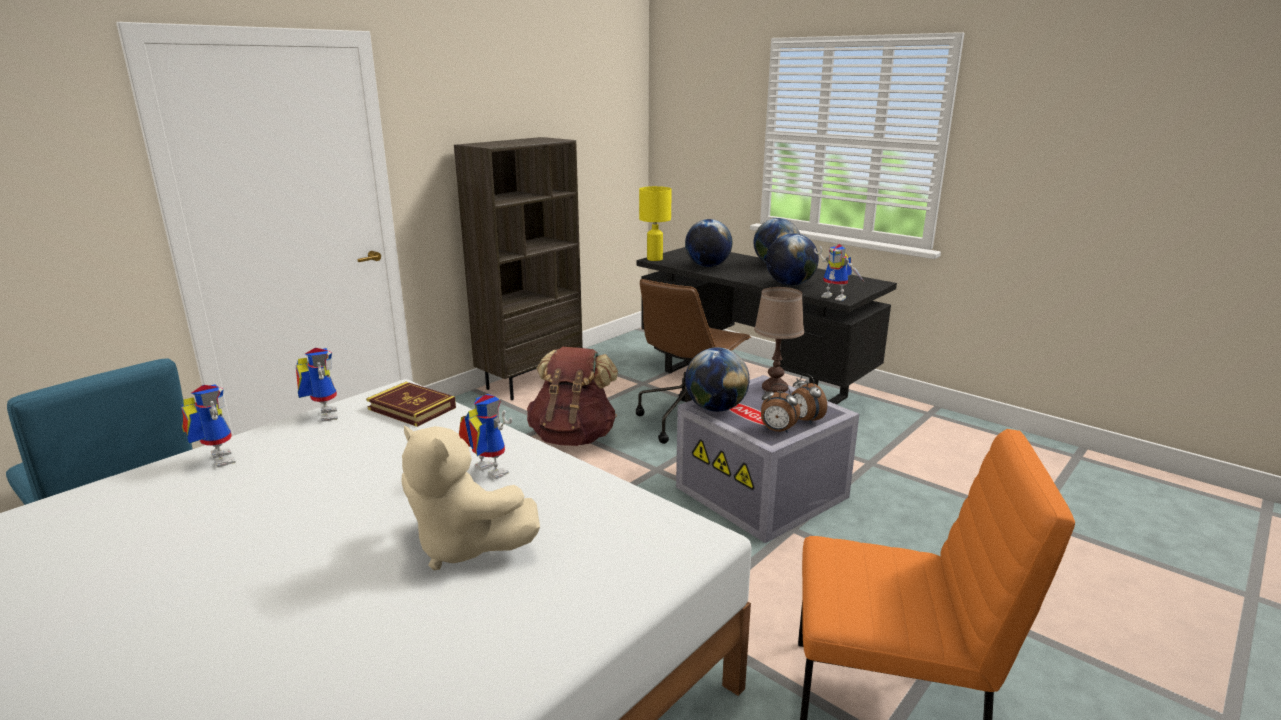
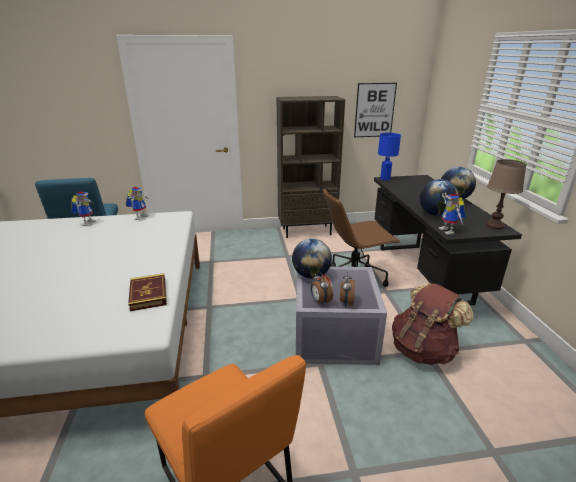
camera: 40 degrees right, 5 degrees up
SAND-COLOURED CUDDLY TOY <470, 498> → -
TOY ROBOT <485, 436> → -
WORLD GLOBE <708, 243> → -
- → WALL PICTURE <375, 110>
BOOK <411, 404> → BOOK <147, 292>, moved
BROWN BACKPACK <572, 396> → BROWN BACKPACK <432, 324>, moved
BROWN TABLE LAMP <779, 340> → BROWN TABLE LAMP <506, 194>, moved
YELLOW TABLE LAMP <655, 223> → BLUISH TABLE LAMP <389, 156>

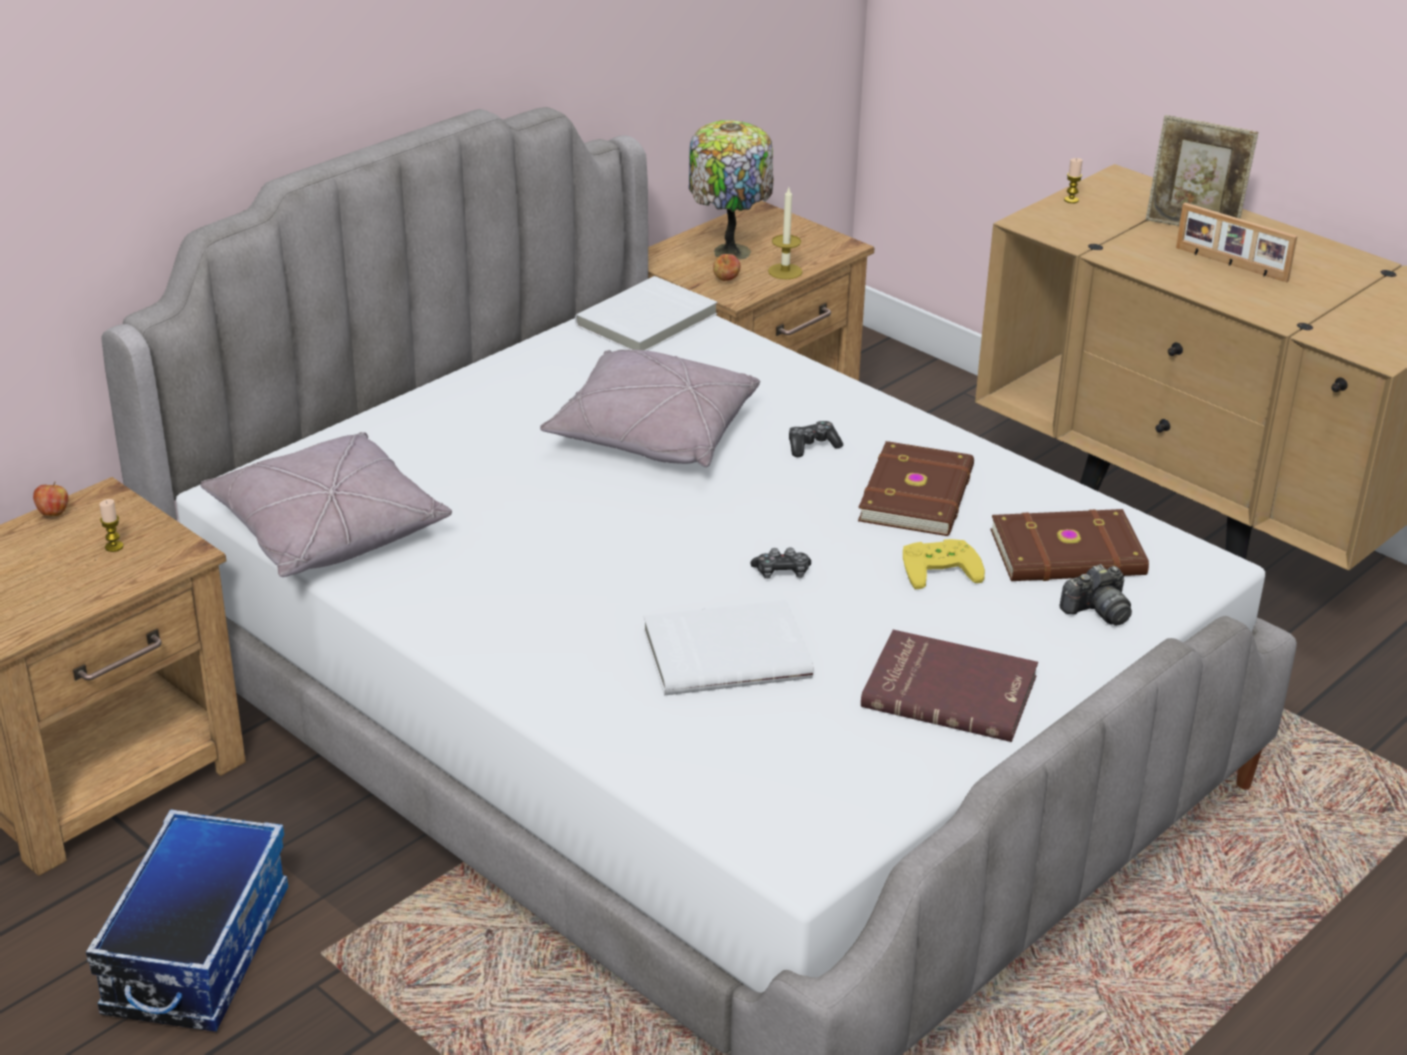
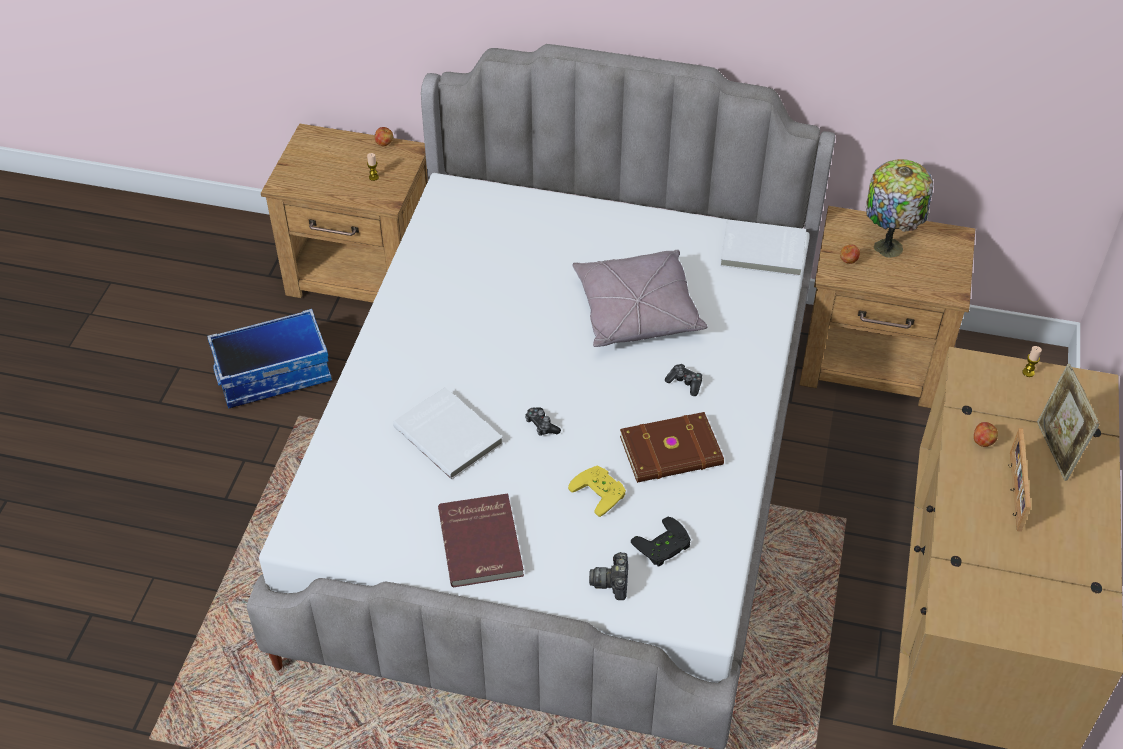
camera: 60 degrees right, 15 degrees up
PURPLE THROW PILLOW <326, 504> → -
CANDLE <785, 233> → -
- → APPLE <986, 434>
BROWN BOOK <1069, 545> → BLACK GAMEPAD <661, 542>
STILL CAMERA <1096, 595> → STILL CAMERA <608, 576>, 60 degrees clockwise

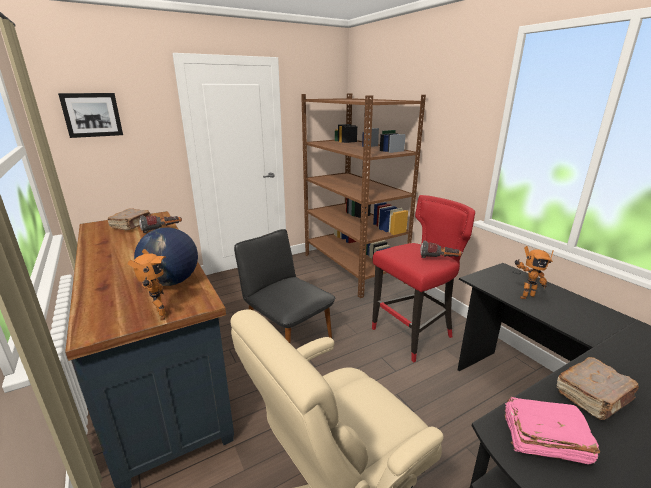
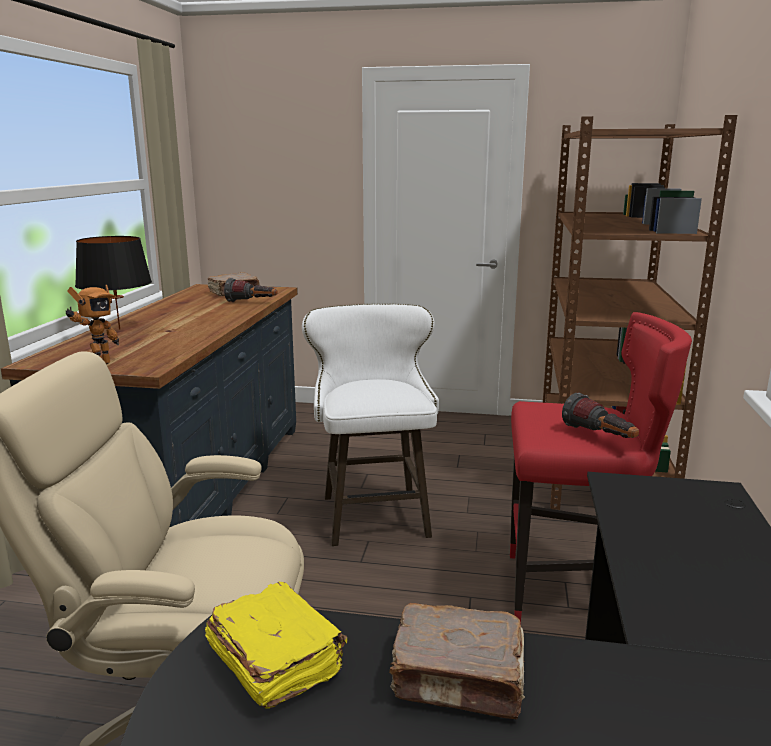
camera: 40 degrees right, 5 degrees down
WALL PICTURE <90, 115> → -
WORLD GLOBE <166, 256> → -
TOY ROBOT <534, 272> → -
- → BLACK TABLE LAMP <113, 283>
BLACK PLAIN CHAIR <284, 286> → WHITE-COLOURED STOOL SEAT <370, 425>
PINKISH BOOK <552, 430> → YELLOW BOOK <276, 645>

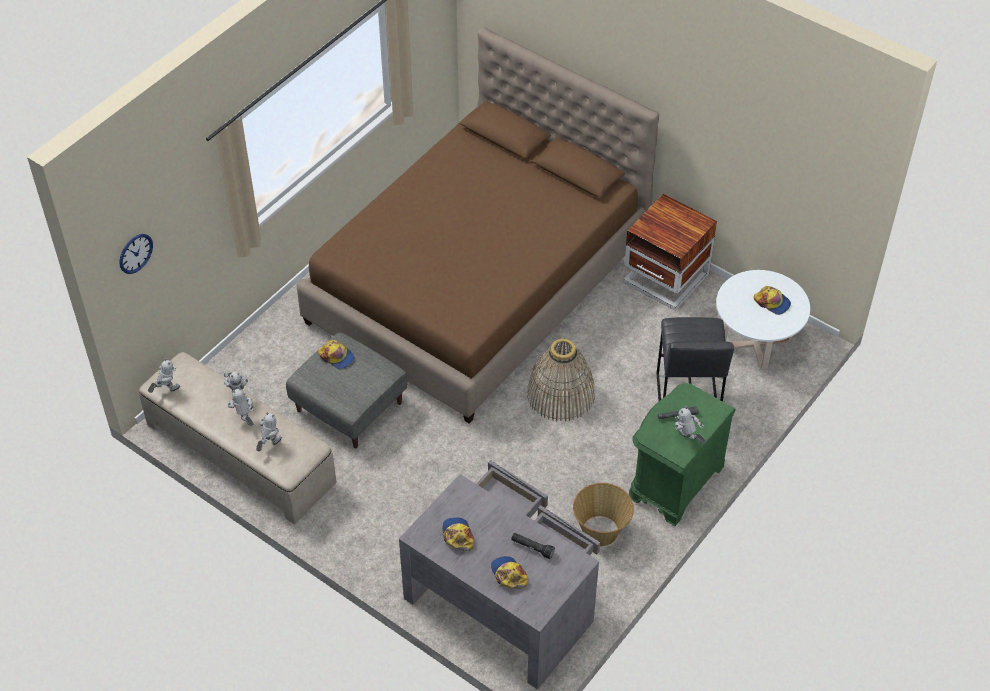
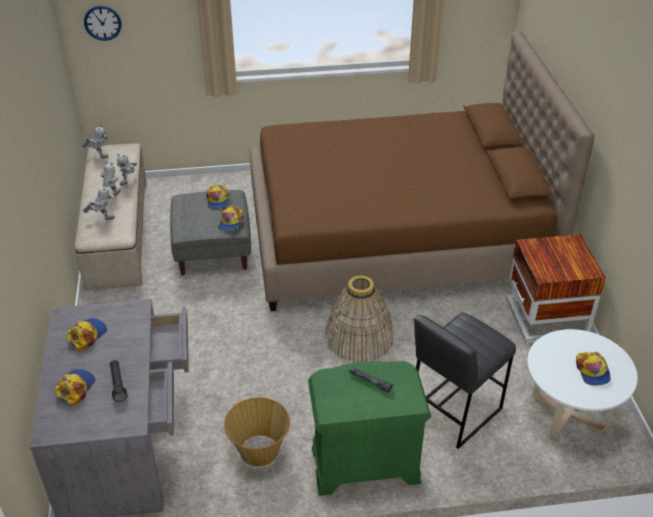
camera: 45 degrees right, 10 degrees down
TOY ROBOT <690, 424> → -
- → PEAKED CAP <231, 218>

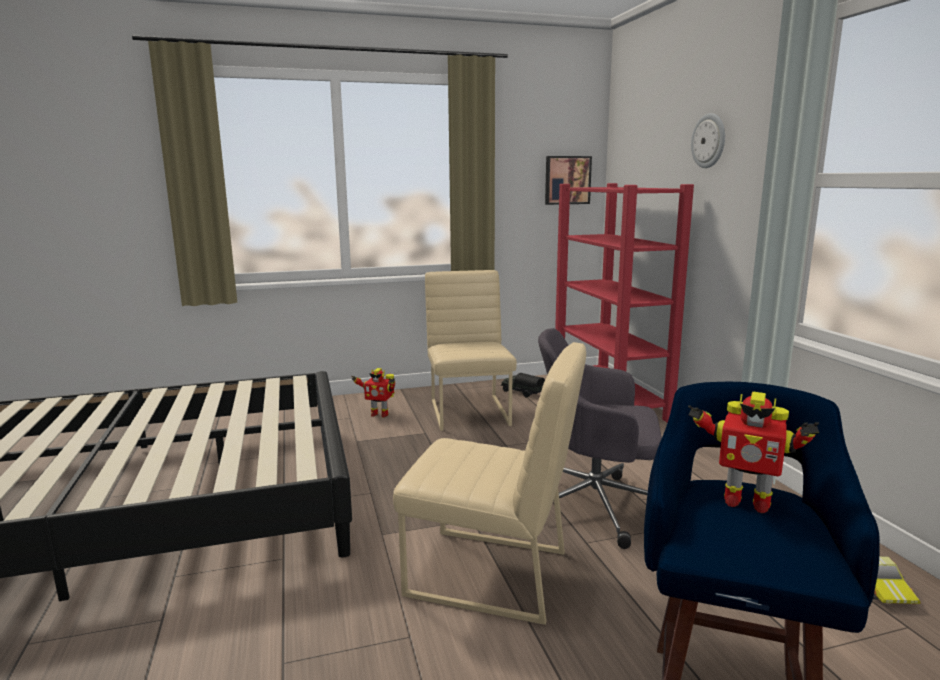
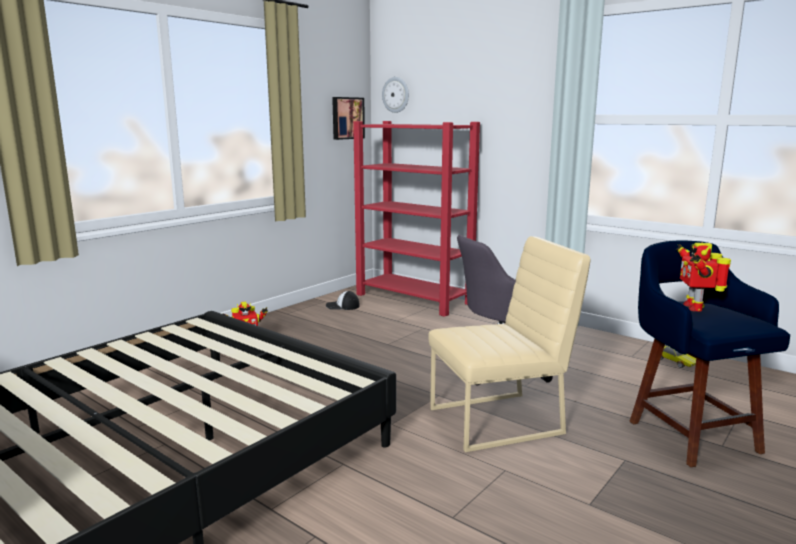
camera: 35 degrees left, 0 degrees up
SAND-COLOURED PLAIN CHAIR <471, 350> → -
CLOCK ON THE WALL <708, 140> → CLOCK ON THE WALL <395, 95>, moved
TOY LORRY <523, 385> → PEAKED CAP <343, 300>
TOY ROBOT <753, 452> → TOY ROBOT <703, 277>, 105 degrees clockwise

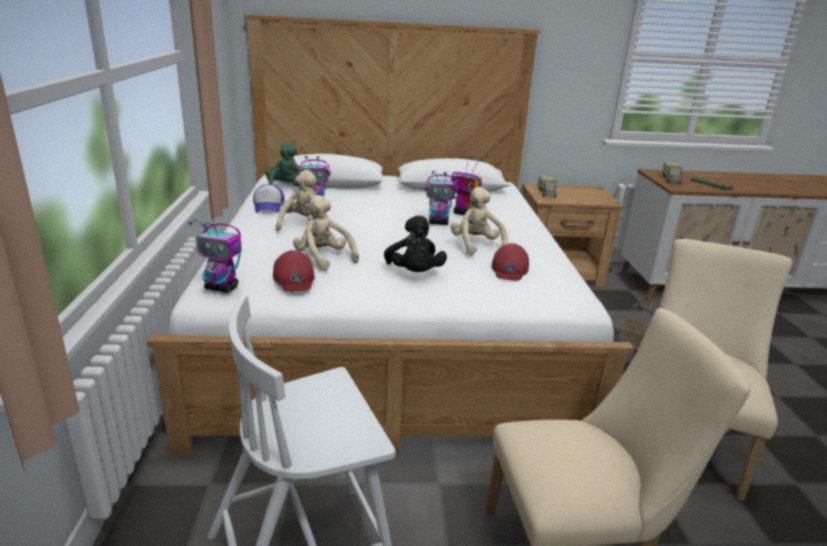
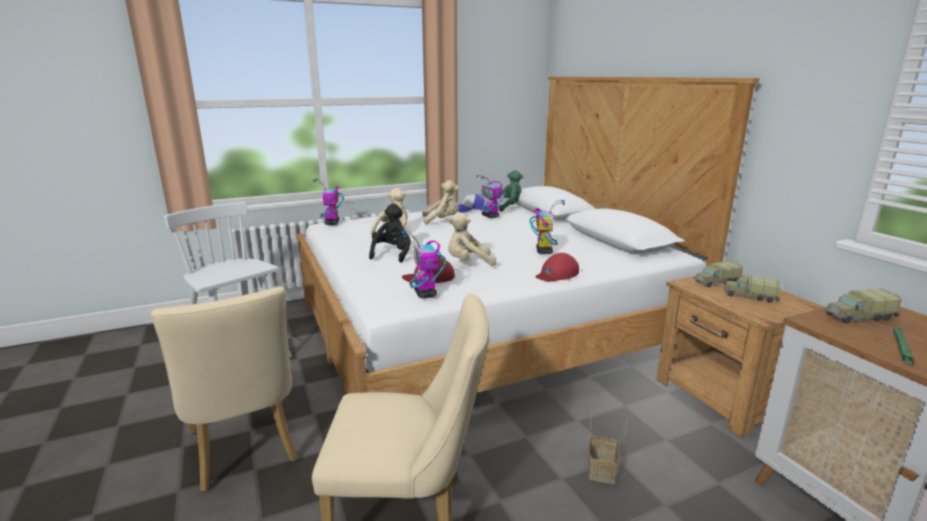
camera: 70 degrees right, 5 degrees down
- → TOY LORRY <752, 289>
RED-COLOURED PEAKED CAP <294, 271> → RED-COLOURED PEAKED CAP <557, 267>, moved
TOY ROBOT <441, 198> → TOY ROBOT <423, 264>, moved
BLACK CUDDLY TOY <415, 244> → BLACK CUDDLY TOY <390, 233>, 135 degrees clockwise
SAND-COLOURED CUDDLY TOY <479, 221> → SAND-COLOURED CUDDLY TOY <472, 239>, 150 degrees counterclockwise

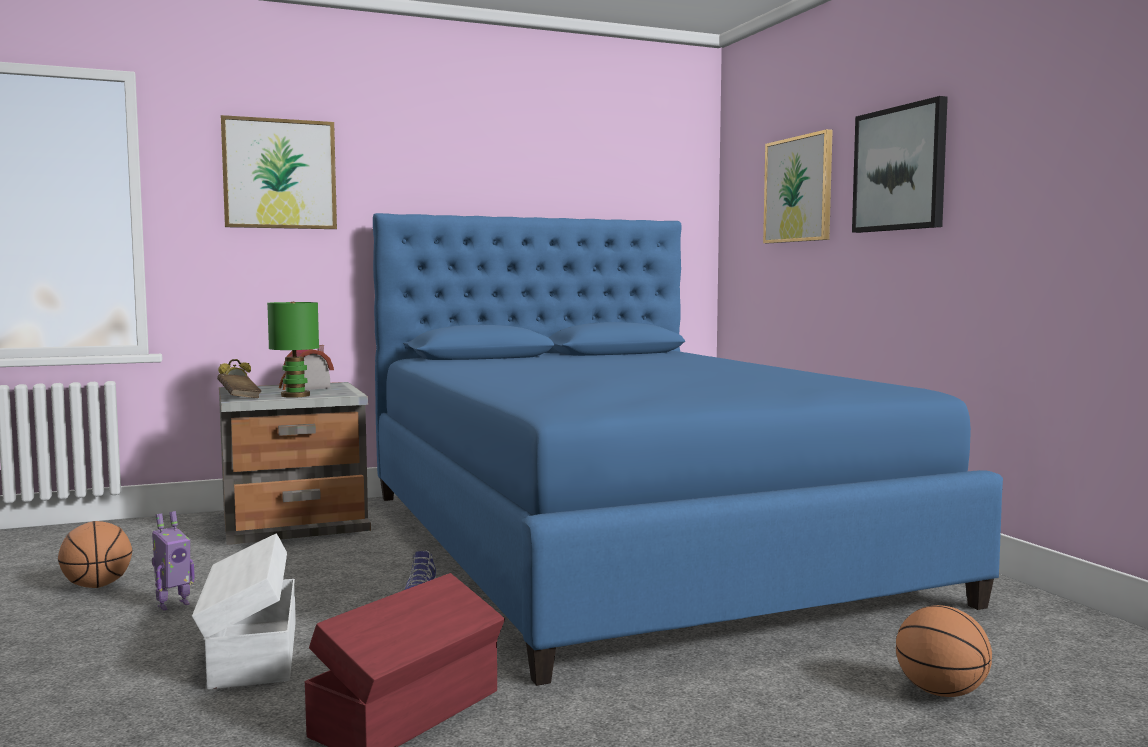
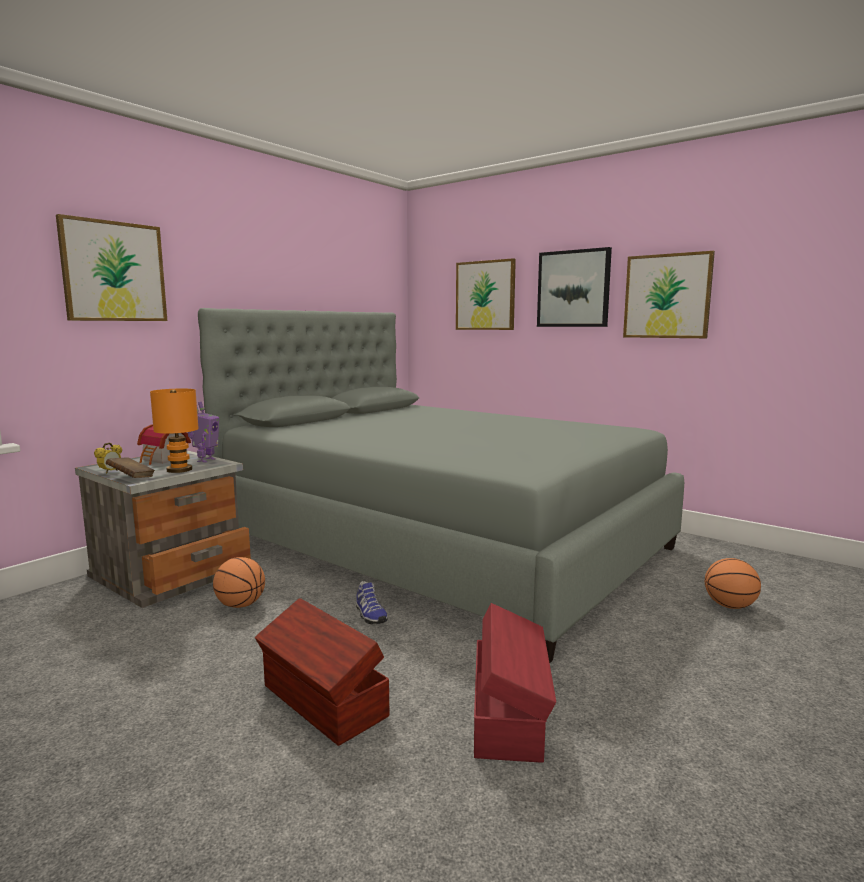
camera: 30 degrees left, 5 degrees up
- → WALL PICTURE <669, 294>
BALL FOR BASKETBALL <95, 554> → BALL FOR BASKETBALL <239, 582>, moved
TOY ROBOT <173, 560> → TOY ROBOT <203, 432>, moved
WHITE-COLOURED STORAGE BIN <244, 611> → BROWN STORAGE BIN <322, 672>
GREEN-COLOURED TABLE LAMP <293, 350> → ORANGE-COLOURED TABLE LAMP <174, 431>
BLUISH SLEEPING BED <688, 449> → GREY SLEEPING BED <441, 485>

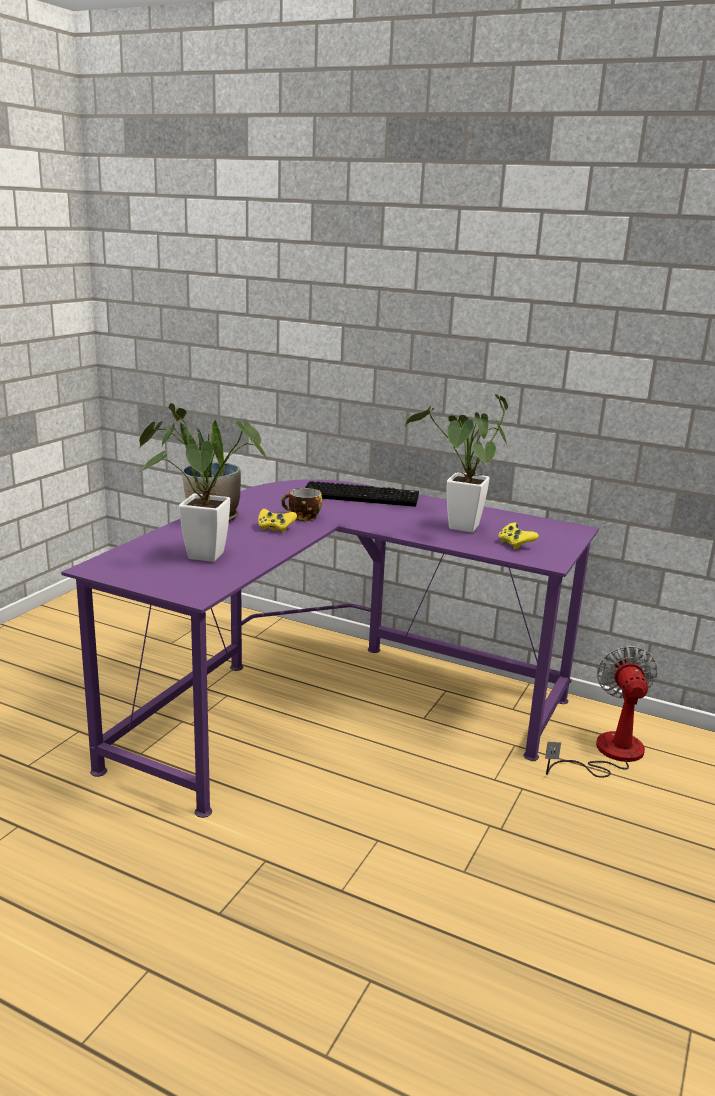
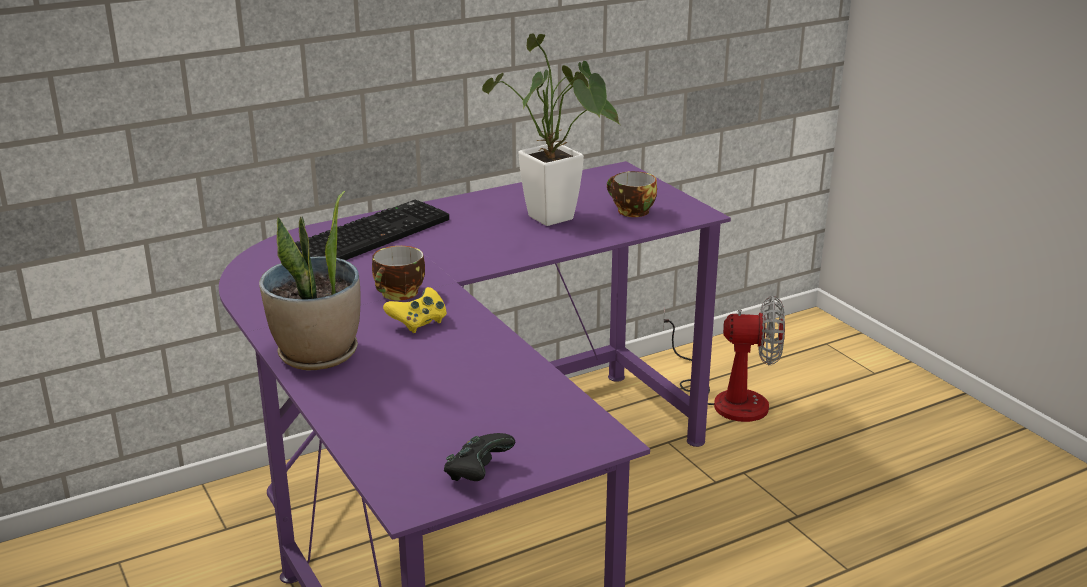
camera: 55 degrees left, 5 degrees up
PLANT IN A POT <203, 482> → -
- → BLACK GAMEPAD <479, 457>
YELLOW GAMEPAD <518, 536> → DRINKING CUP <632, 194>
COOLING FAN <601, 712> → COOLING FAN <724, 359>, 150 degrees clockwise

